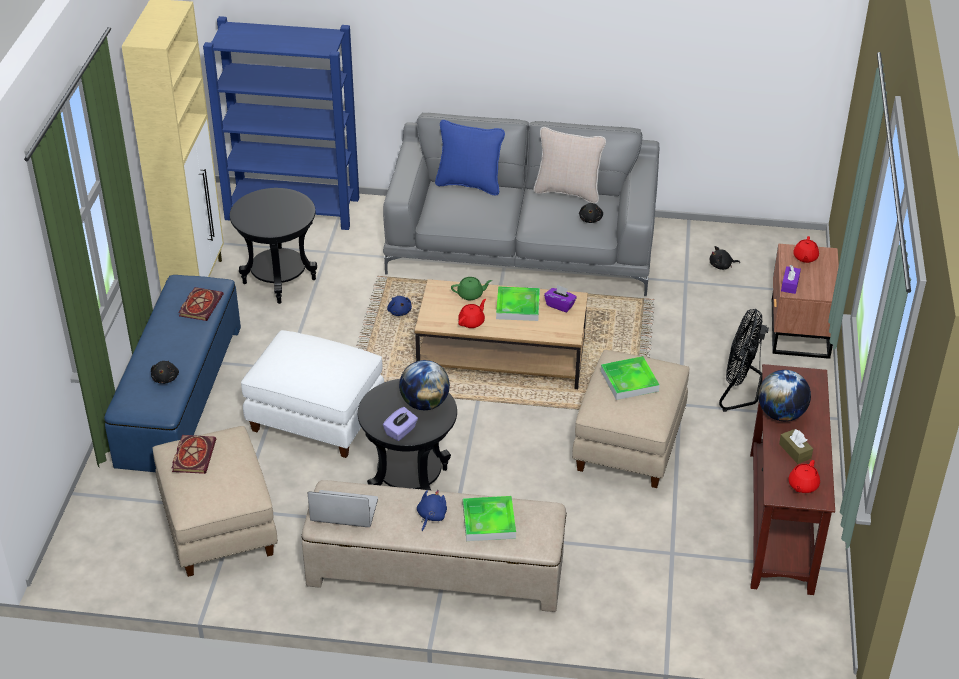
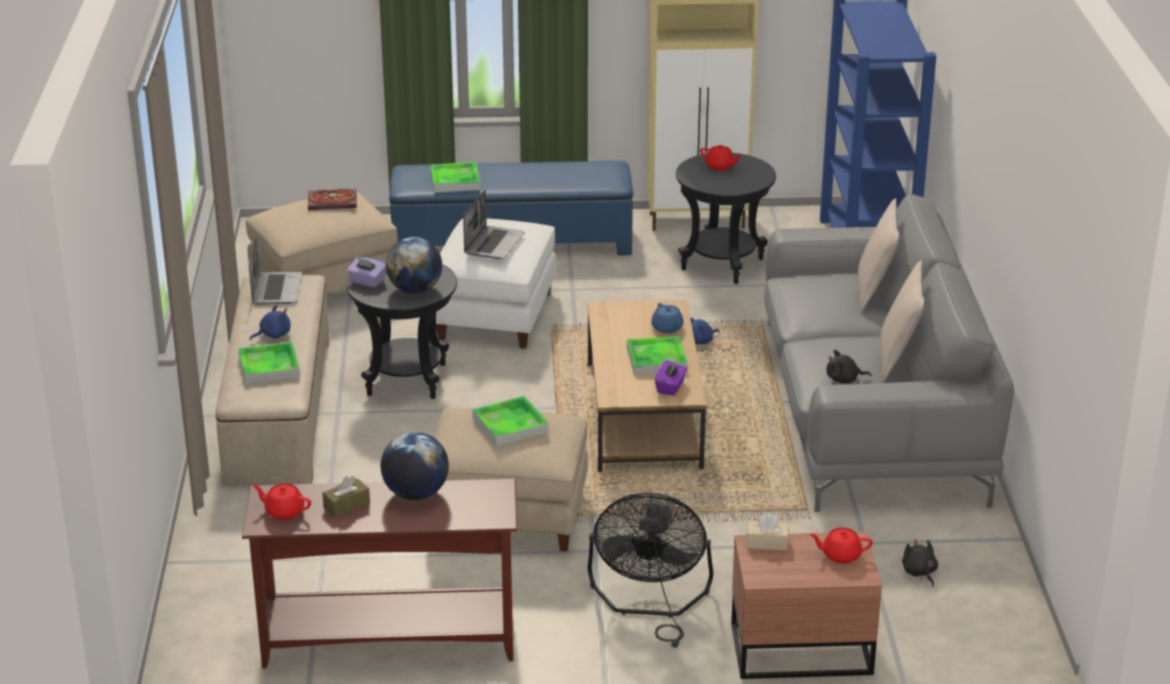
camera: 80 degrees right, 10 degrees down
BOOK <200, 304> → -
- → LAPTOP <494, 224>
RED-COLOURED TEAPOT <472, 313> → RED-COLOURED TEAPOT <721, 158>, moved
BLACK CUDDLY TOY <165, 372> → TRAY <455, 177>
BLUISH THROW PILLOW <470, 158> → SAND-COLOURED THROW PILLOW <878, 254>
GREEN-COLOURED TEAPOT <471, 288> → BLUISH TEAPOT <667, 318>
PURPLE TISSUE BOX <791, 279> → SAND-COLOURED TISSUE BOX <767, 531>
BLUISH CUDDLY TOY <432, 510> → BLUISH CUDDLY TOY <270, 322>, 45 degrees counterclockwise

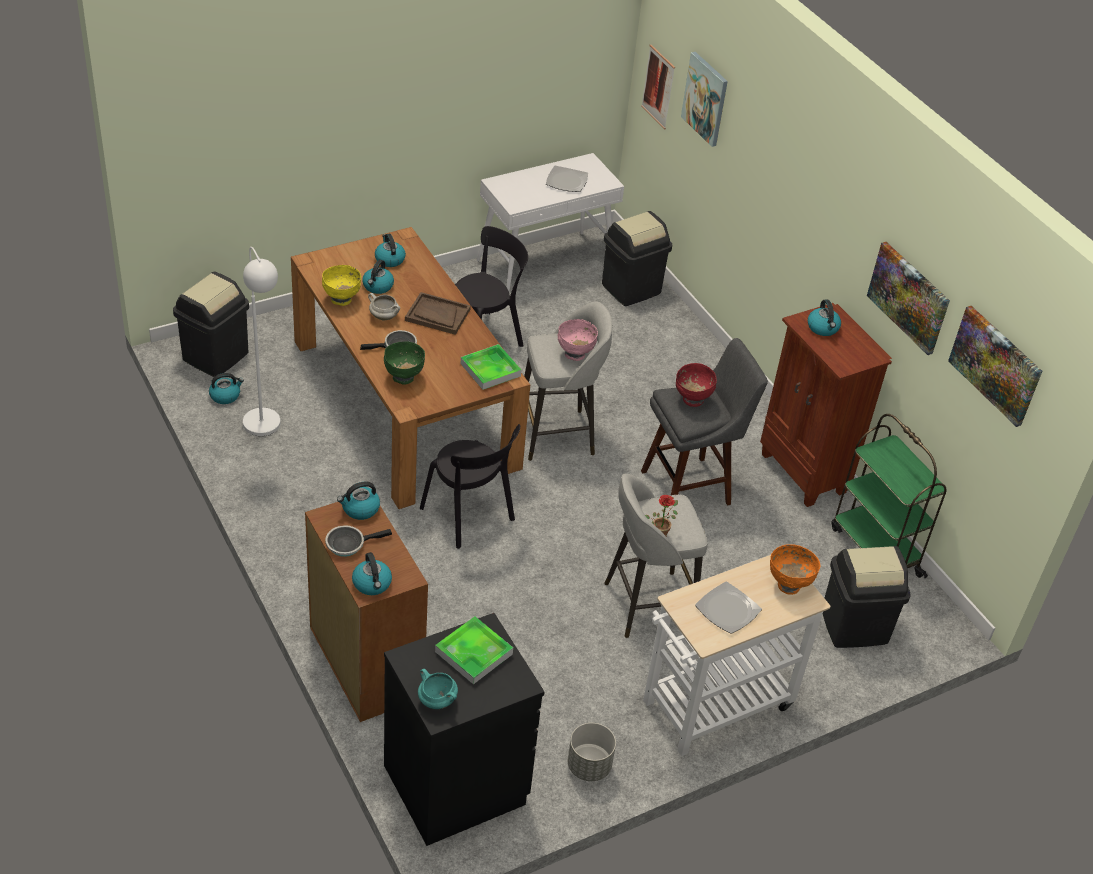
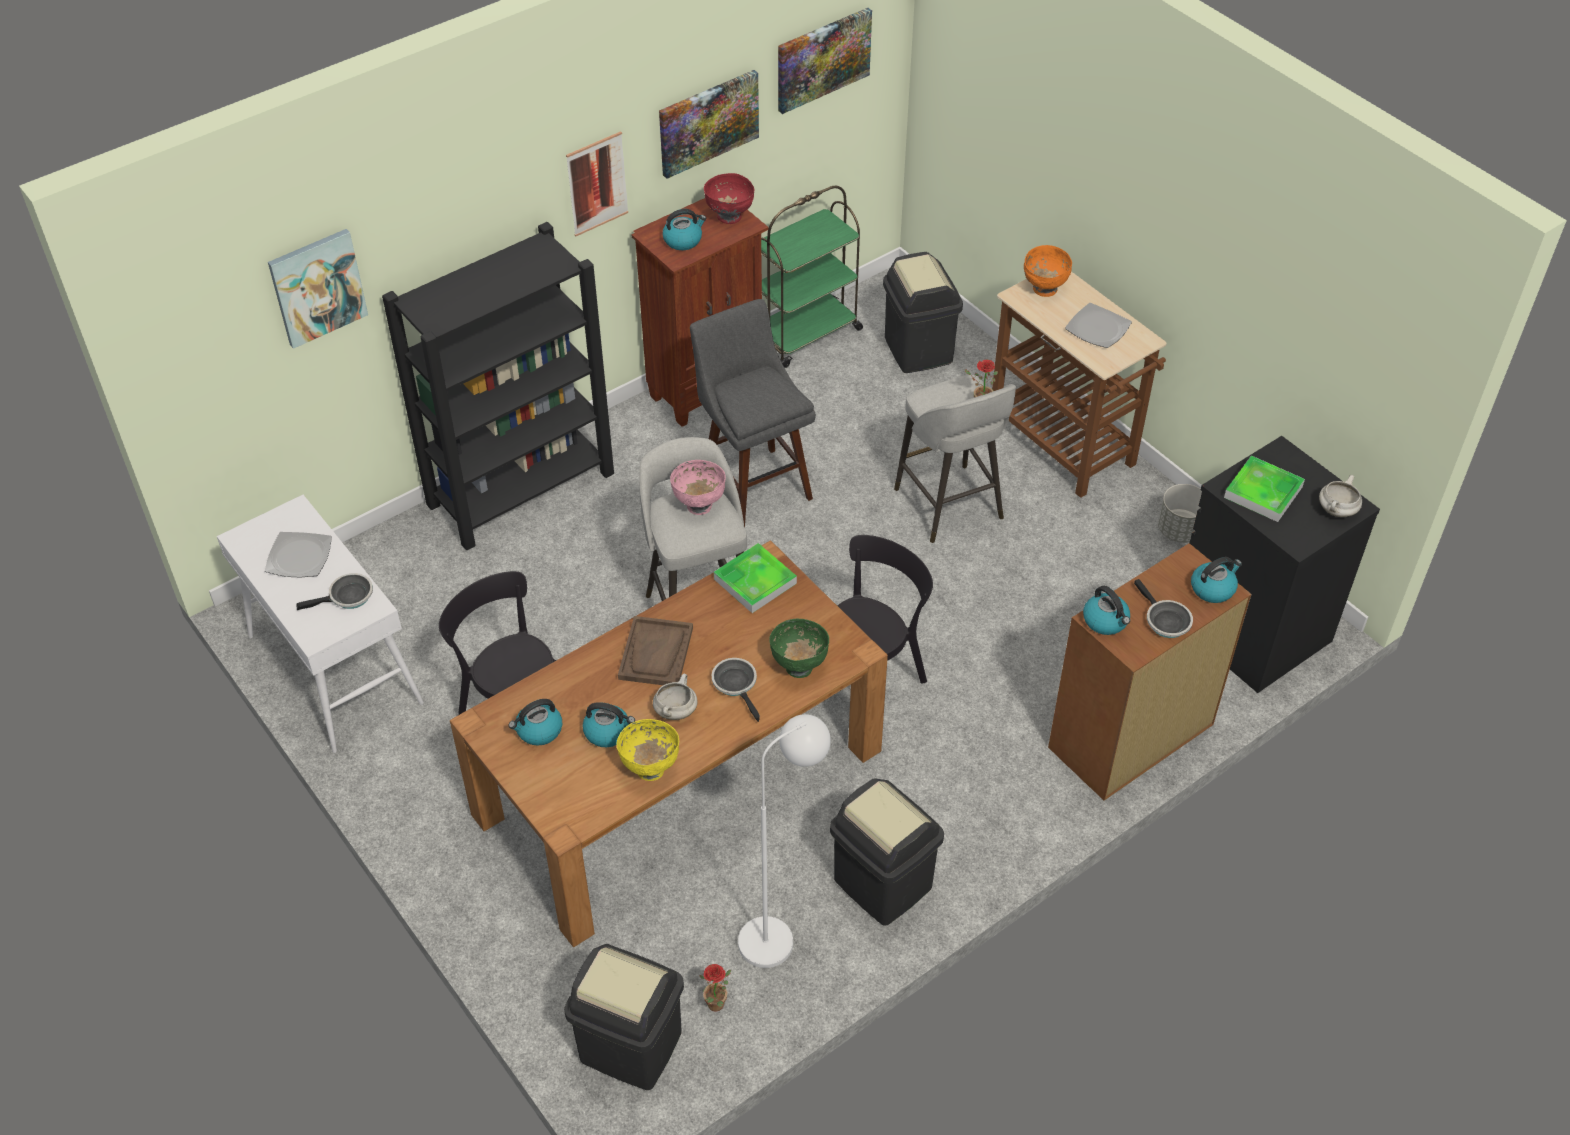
camera: 95 degrees left, 5 degrees up
- → PAN <334, 591>
- → BLACK SHELVING UNIT <498, 386>
BLACK RUBBISH BIN <637, 258> → BLACK RUBBISH BIN <887, 852>, moved
WALL PICTURE <658, 87> → WALL PICTURE <597, 183>, moved
RED-COLOURED BOWL <696, 385> → RED-COLOURED BOWL <729, 198>, moved
KETTLE <226, 388> → PLANT IN A POT <715, 988>
BLUE-GREEN SAUCEPOT <438, 689> → WHITE-COLOURED SAUCEPOT <1340, 496>
WHITE-COLOURED WHEELED CART <737, 655> → BROWN WHEELED CART <1079, 384>

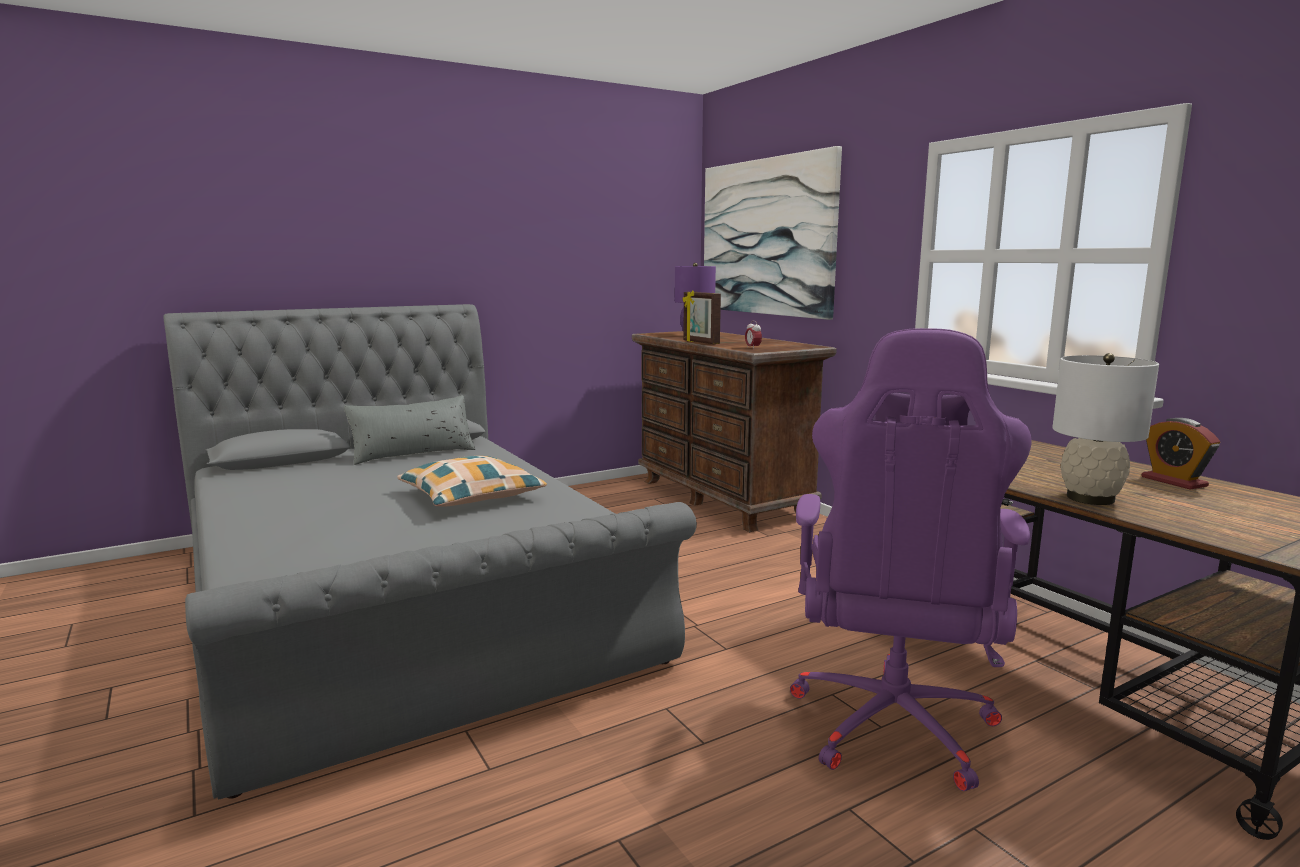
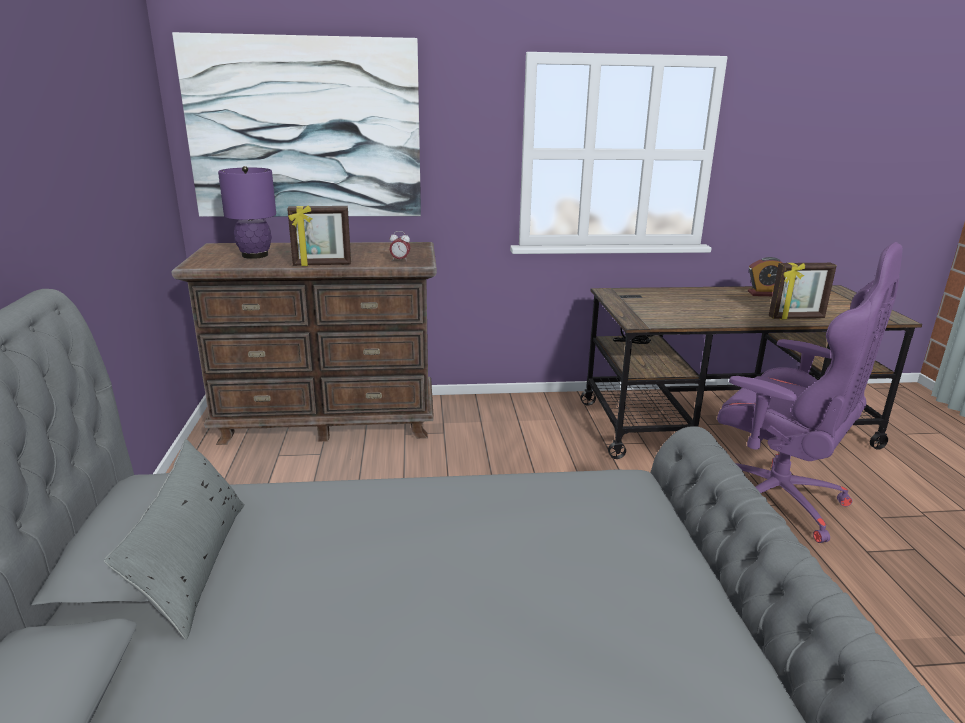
camera: 65 degrees left, 10 degrees up
THROW PILLOW <472, 481> → -
WHITE-COLOURED TABLE LAMP <1105, 429> → PICTURE FRAME <803, 291>

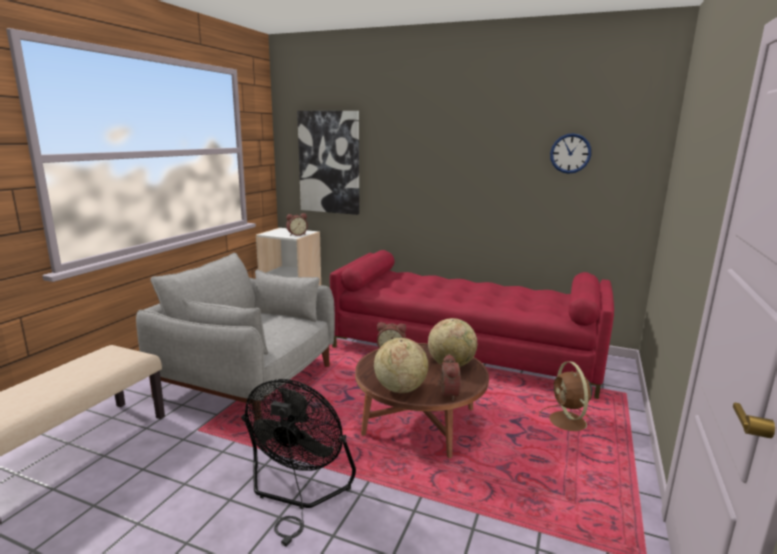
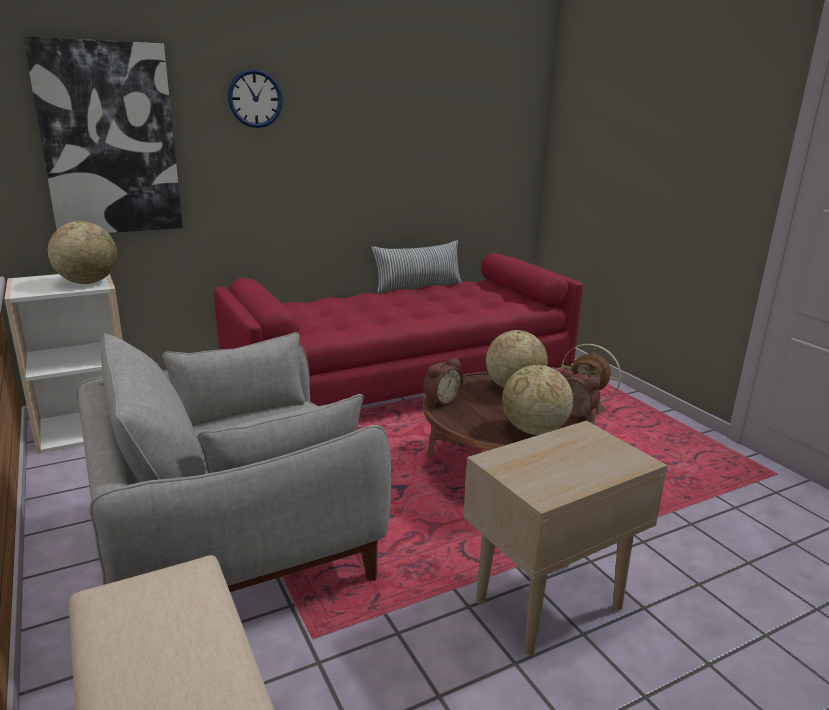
camera: 50 degrees left, 5 degrees up
- → THROW PILLOW <417, 266>
CLOCK ON THE WALL <571, 153> → CLOCK ON THE WALL <255, 98>, moved
BLACK COOLING FAN <298, 462> → SAND-COLOURED END TABLE <565, 538>
TABLE CLOCK <297, 224> → WORLD GLOBE <82, 252>

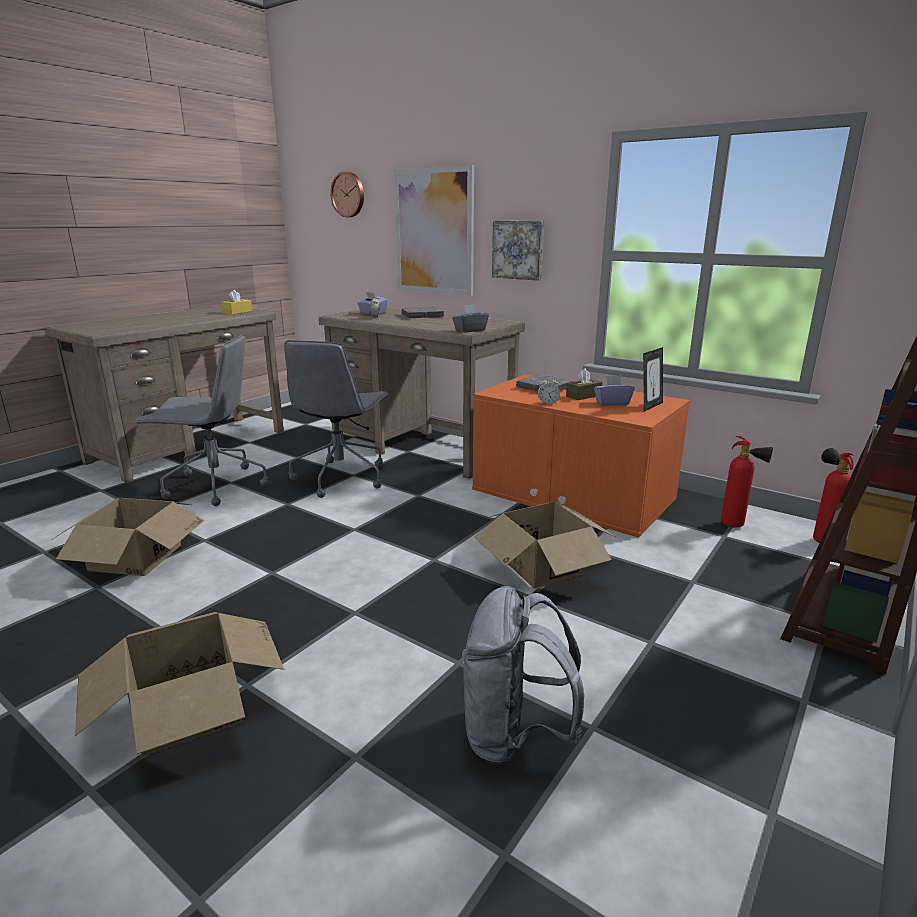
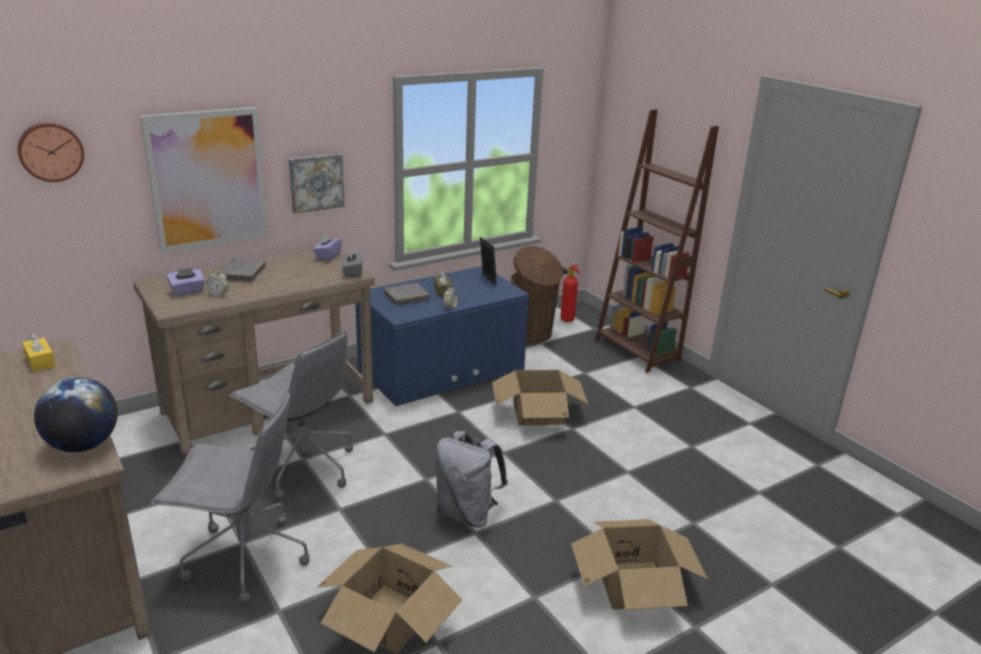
camera: 70 degrees left, 5 degrees up
- → WORLD GLOBE <76, 414>
GREY BACKPACK <523, 676> → GREY BACKPACK <471, 479>, moved
PURPLE TISSUE BOX <614, 390> → PURPLE TISSUE BOX <327, 247>, moved
EXTINGUISHER <747, 482> → BROWN RUBBISH BIN <537, 294>
ORANGE-COLOURED CUPBOARD <581, 456> → BLUISH CUPBOARD <442, 336>
GREY DESK CHAIR <201, 420> → GREY DESK CHAIR <230, 497>, 75 degrees clockwise

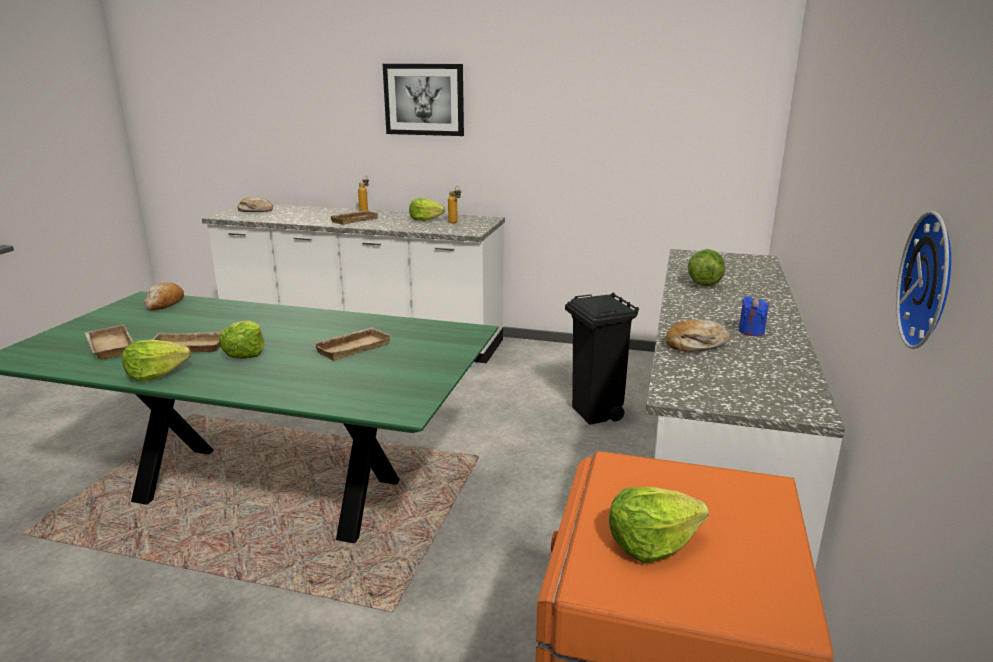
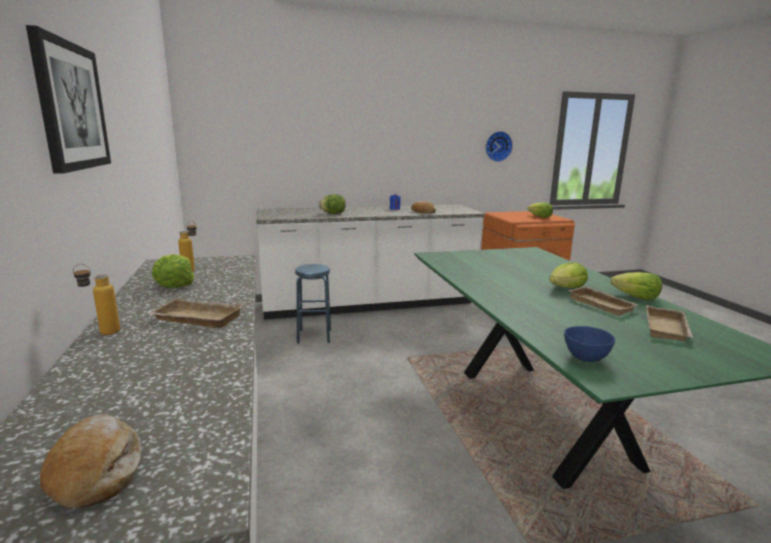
camera: 120 degrees left, 5 degrees down
SAND-COLOURED TRAY <351, 344> → -
BREAD <164, 296> → BLUISH BOWL <589, 344>
BLACK RUBBISH BIN <602, 358> → BLUISH STOOL SEAT <313, 304>

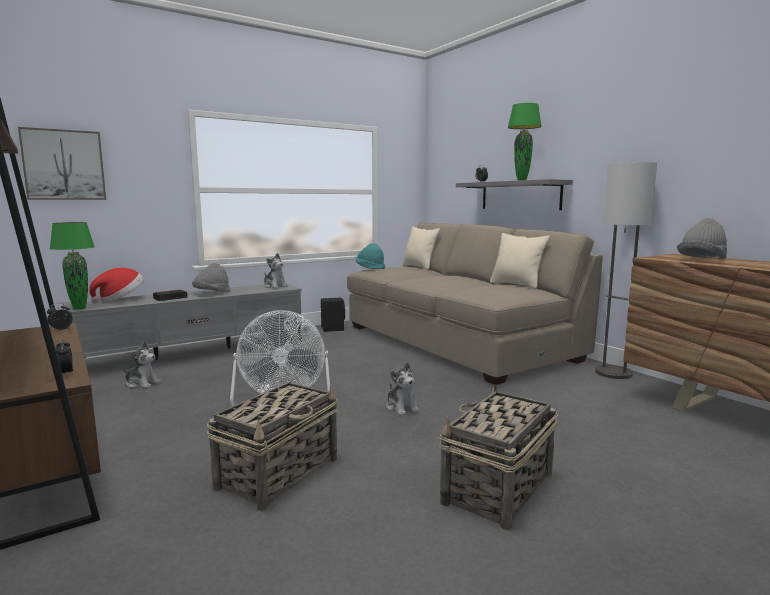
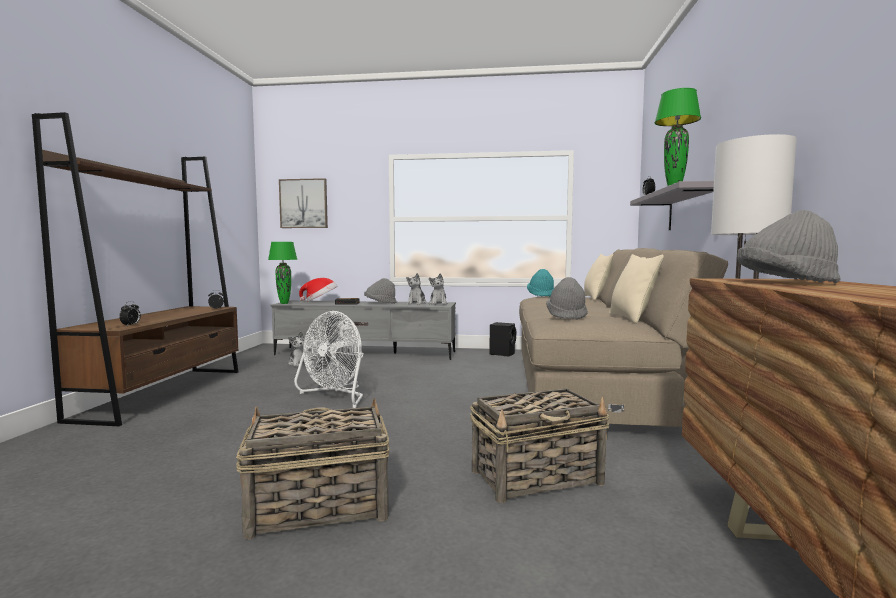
camera: 40 degrees right, 5 degrees down
- → GREY WEARABLE HAT <567, 298>
HOUSEHOLD BASKET <272, 446> → HOUSEHOLD BASKET <540, 445>, moved
CUDDLY TOY <403, 389> → CUDDLY TOY <416, 288>, moved

